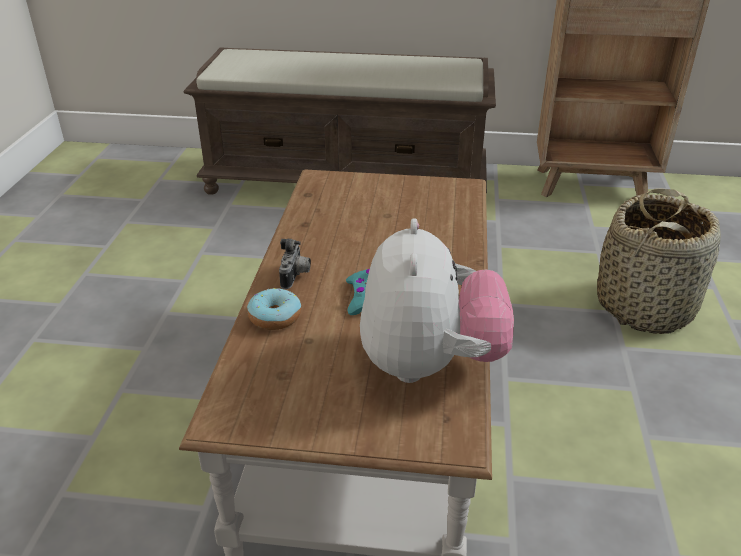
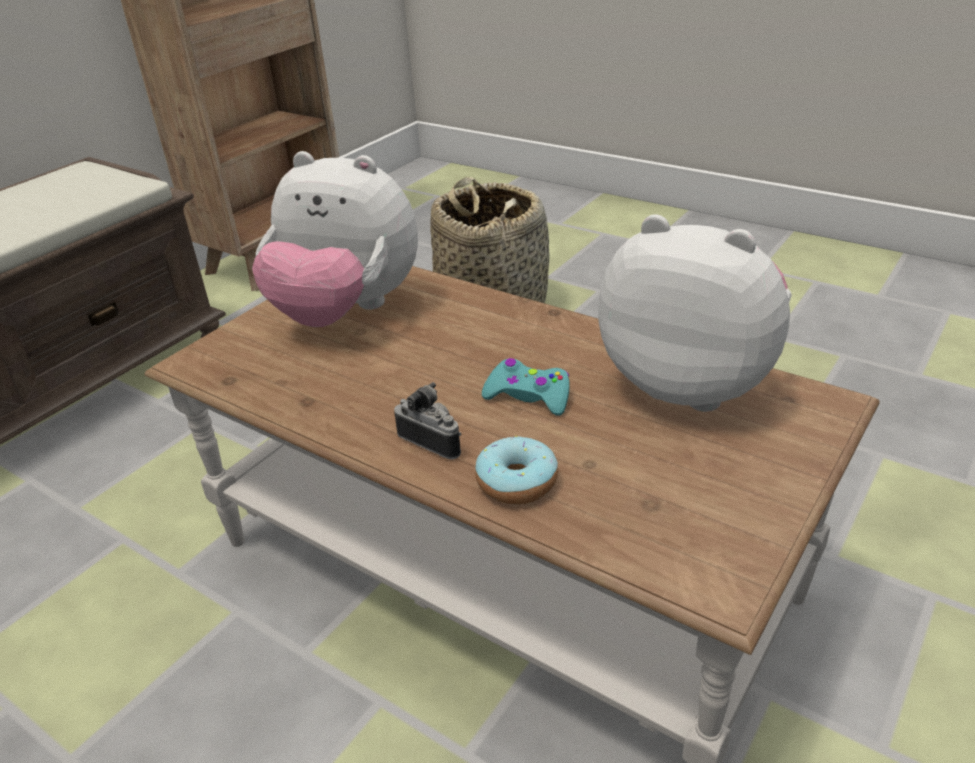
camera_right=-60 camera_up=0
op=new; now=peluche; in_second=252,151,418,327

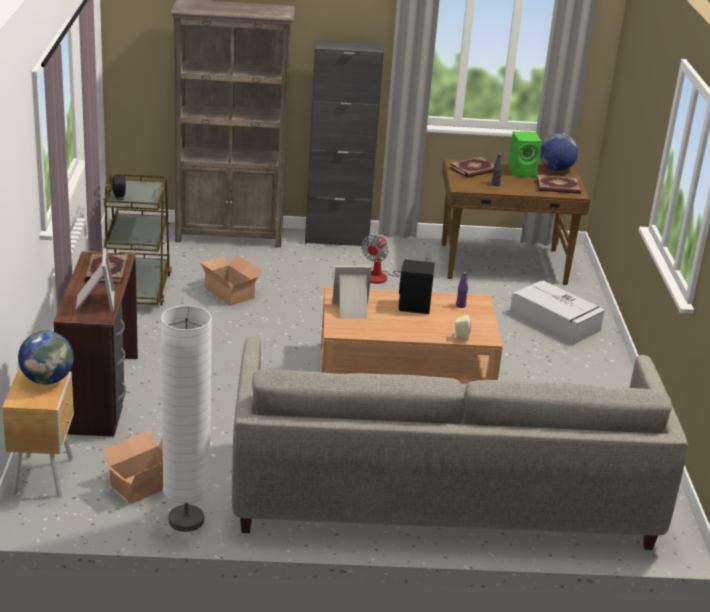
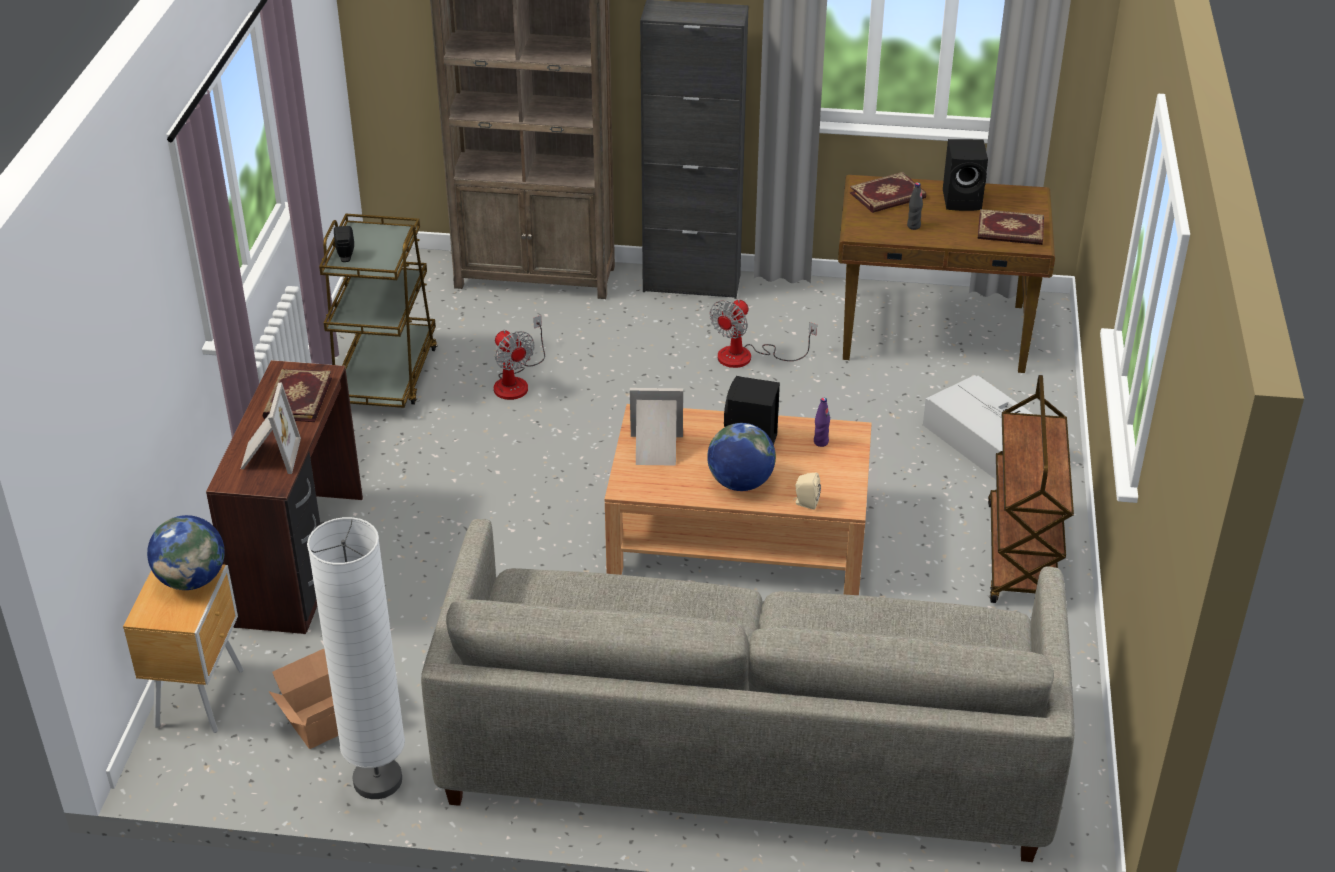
camera_right=10 camera_up=10
op=repainted; was=enceinte (vert); now=enceinte (noir); in_first=508,131,542,177; in_second=943,139,988,211
op=shifted; was=globe; in_first=540,133,578,171; in_second=707,423,776,491
op=swapped; was=carton; now=ventilateur; in_first=201,255,263,306; in_second=494,315,545,400
op=new; now=chariot (marron); in_second=988,375,1074,603

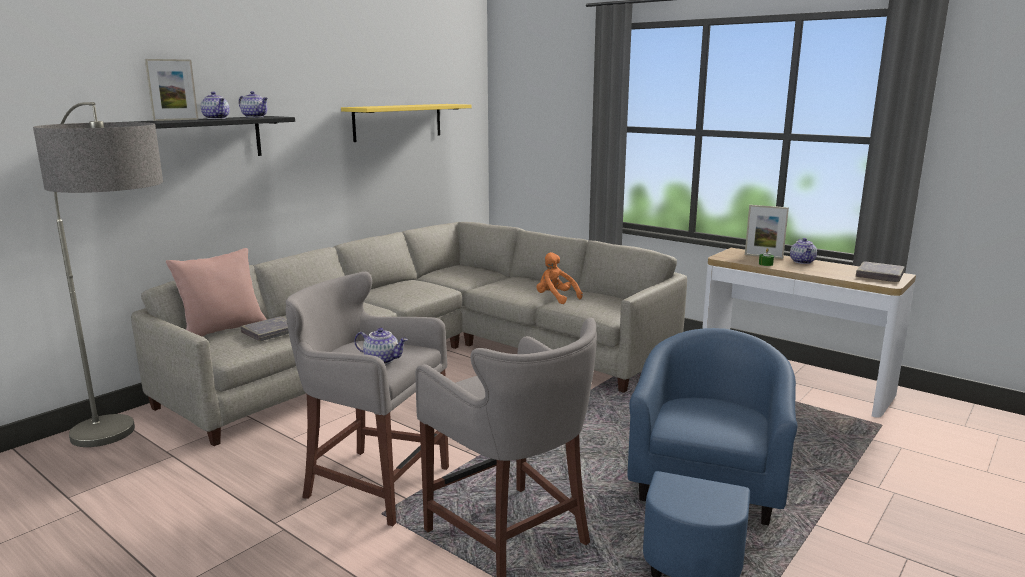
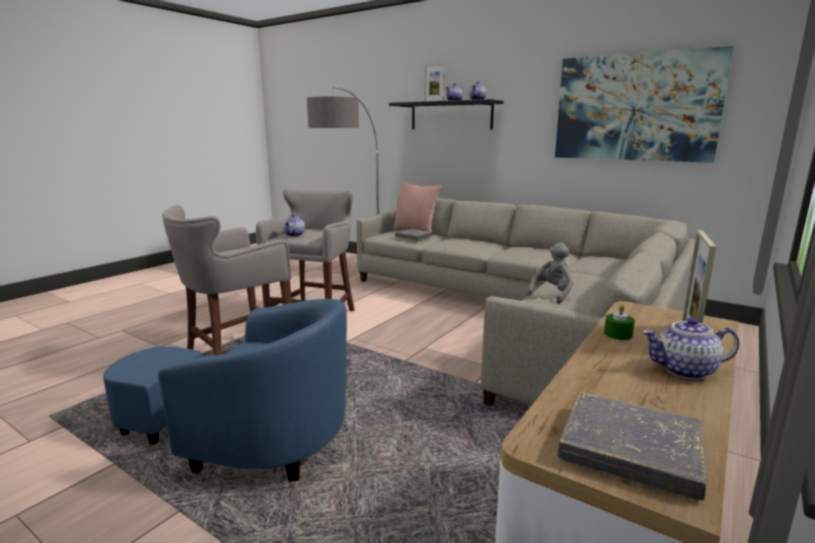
camera_right=85 camera_up=0
op=swapped; was=étagère (jaune); now=tableau; in_first=341,104,472,142; in_second=555,46,734,163
op=repainted; was=peluche (orange); now=peluche (gris); in_first=537,252,583,304; in_second=527,242,573,304

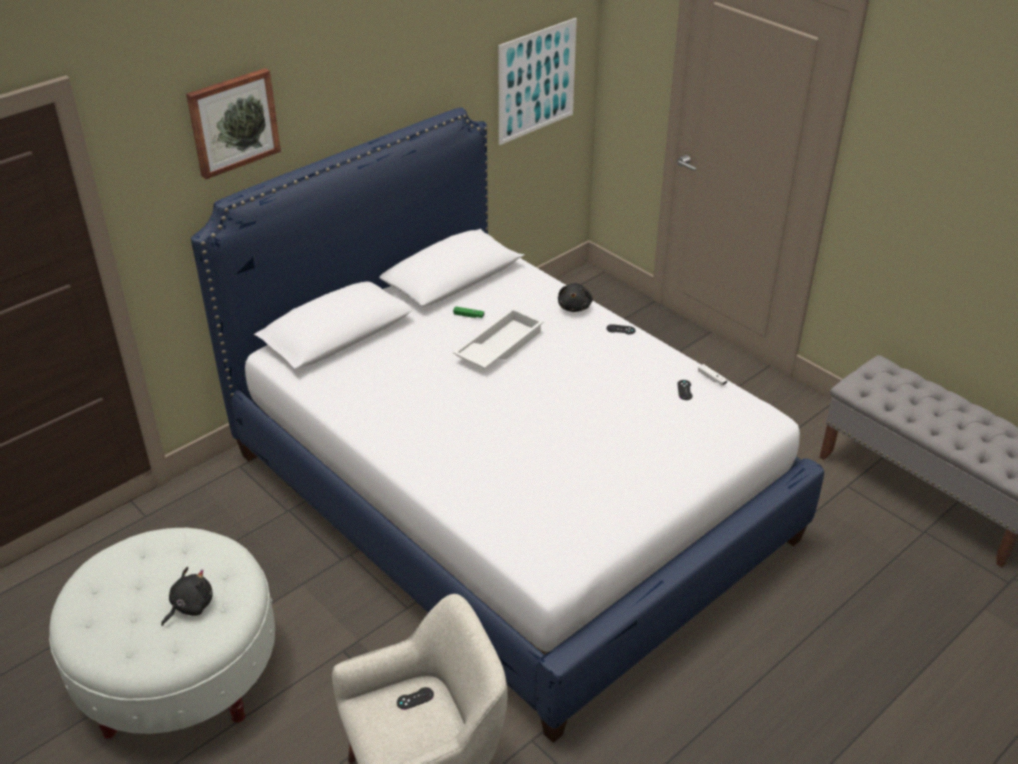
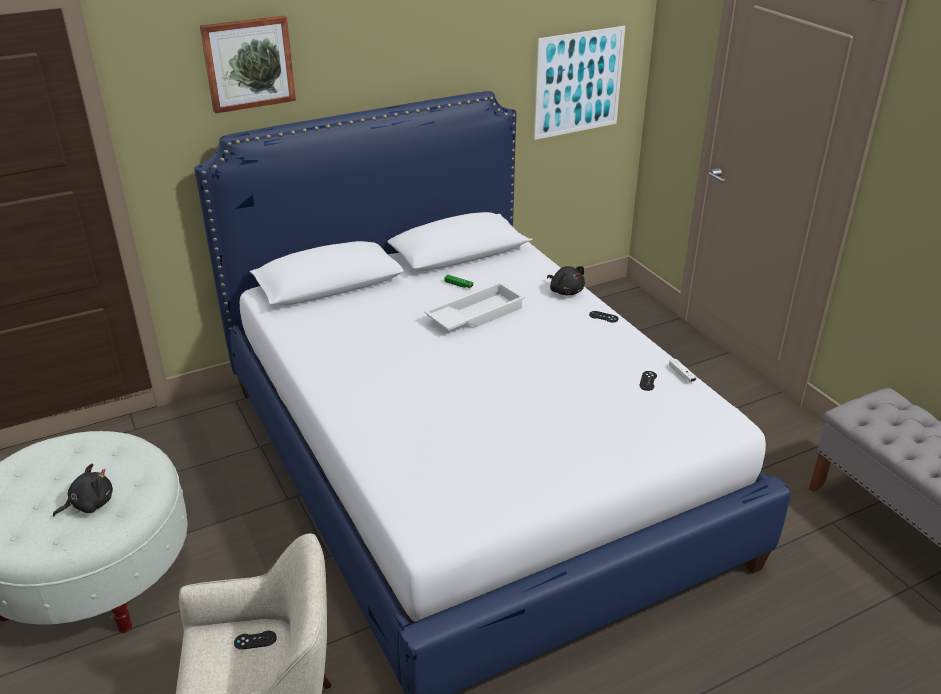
camera_right=15 camera_up=-5
op=rotated; was=peluche (noir); in_first=558,283,593,312; in_second=547,266,585,296; clockwise=-60

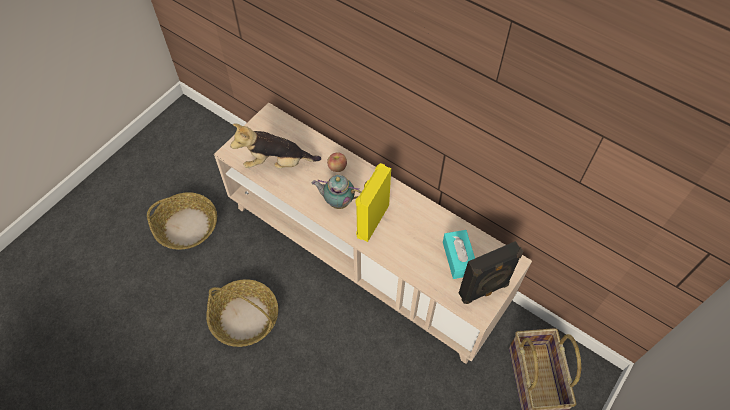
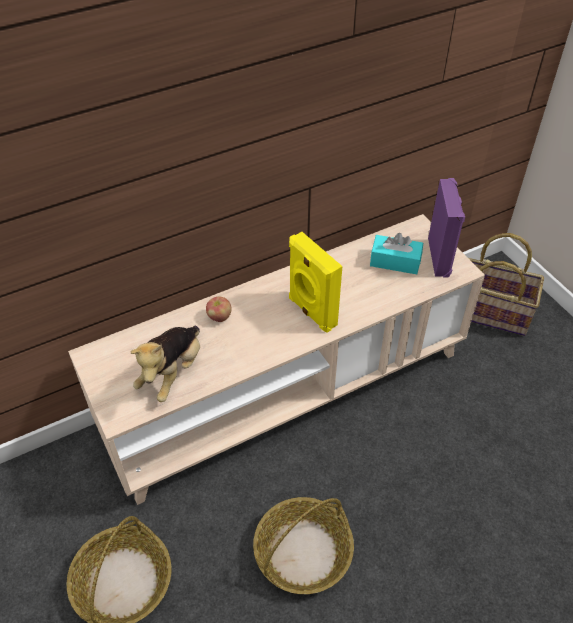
camera_right=-65 camera_up=-10
op=gone; was=théière; in_first=312,175,361,209
op=repainted; was=enceinte (noir); now=enceinte (violet); in_first=459,241,523,304; in_second=428,178,465,278

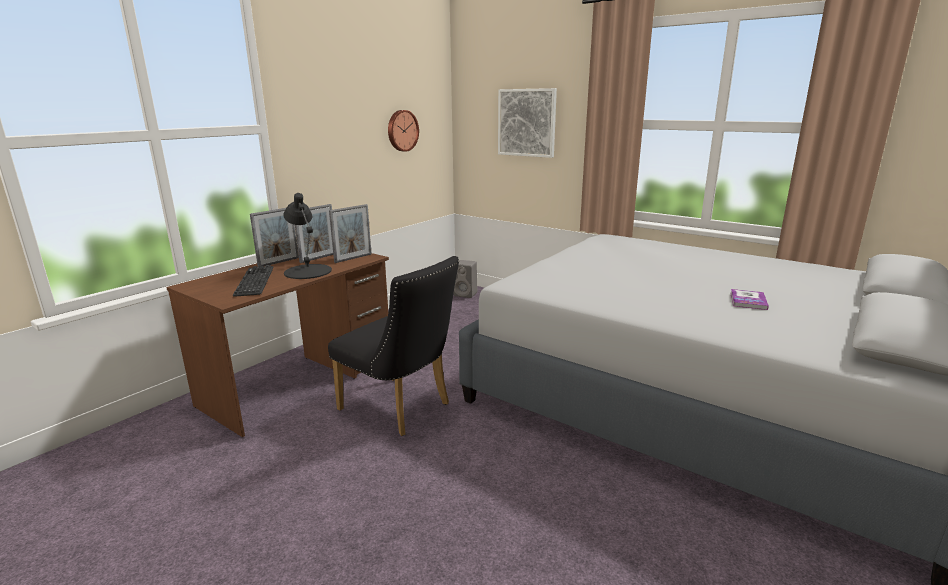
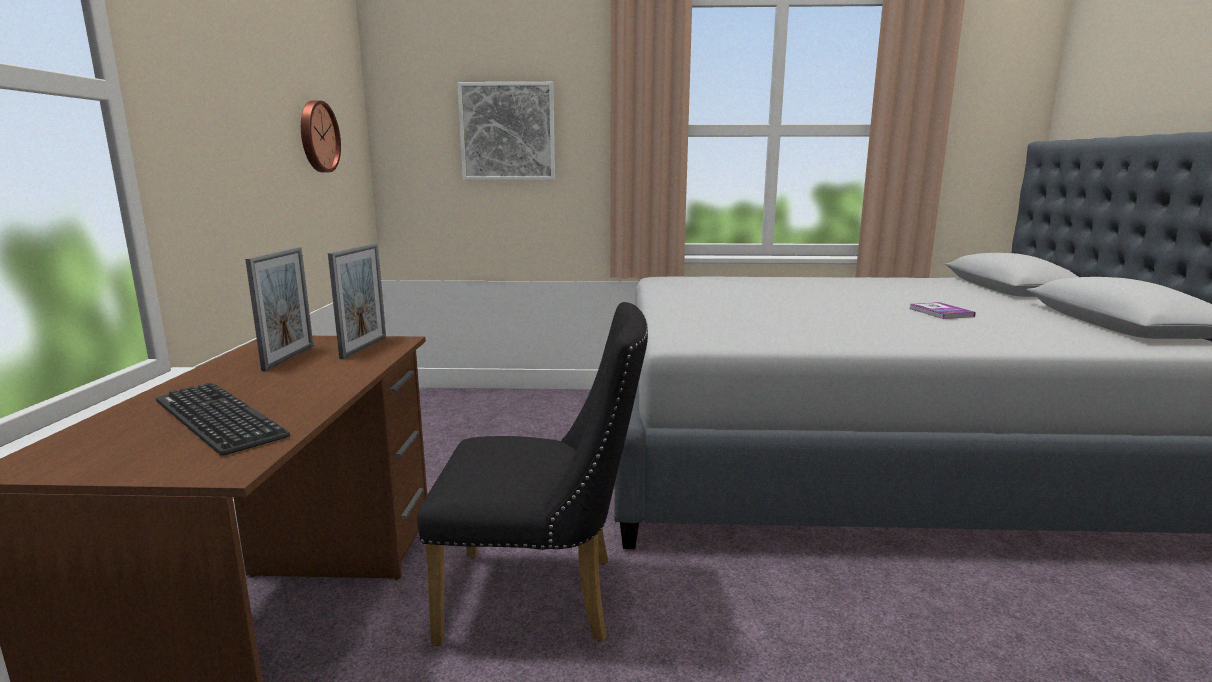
camera_right=-35 camera_up=-5
op=gone; was=lampe de table (noir); in_first=283,193,332,279
op=gone; was=cadre photo; in_first=250,208,299,266
op=gone; was=enceinte (gris); in_first=453,260,478,298

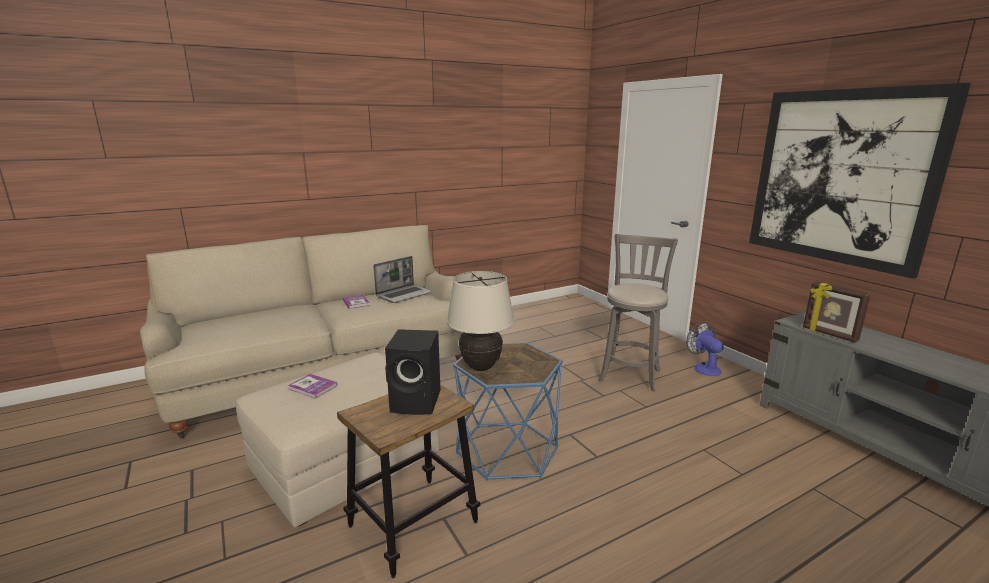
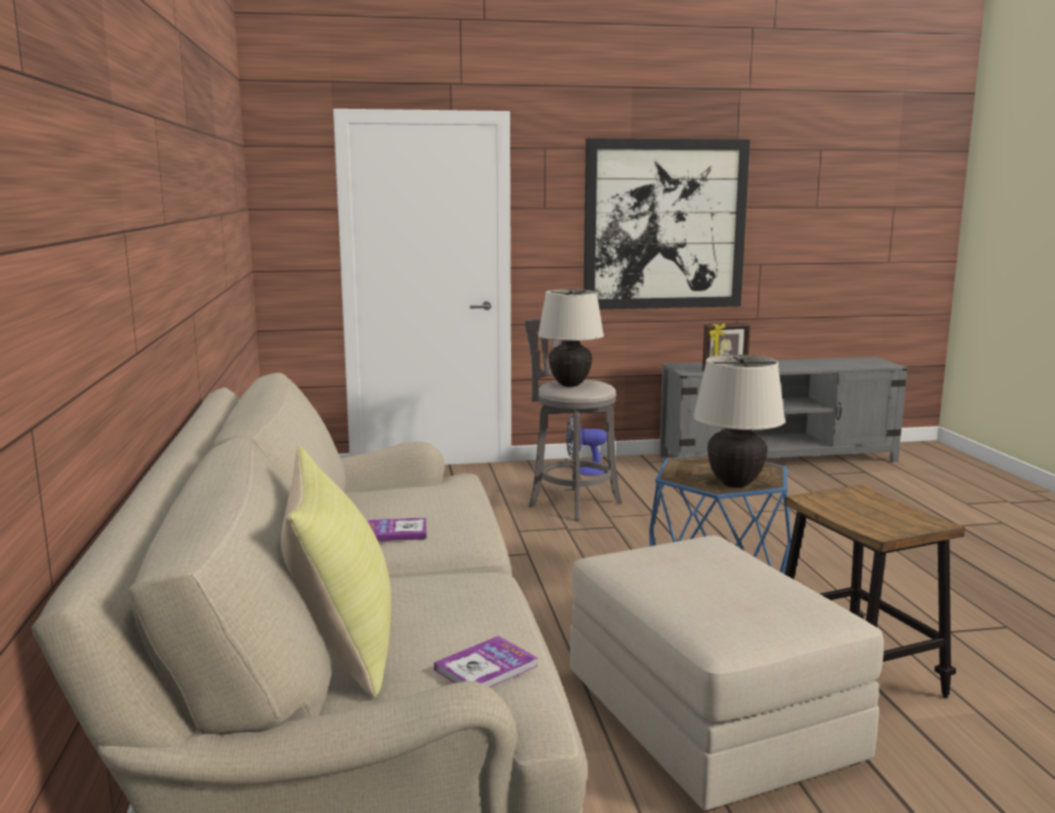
camera_right=-70 camera_up=-5
op=gone; was=ordinateur portable; in_first=373,256,433,303
op=gone; was=enceinte (noir); in_first=385,329,440,415
op=shifted; was=livre; in_first=288,374,338,399; in_second=434,636,538,688
op=new; now=lampe de table (beige); in_second=538,289,604,387
op=new; now=coussin (jaune); in_second=281,447,391,697

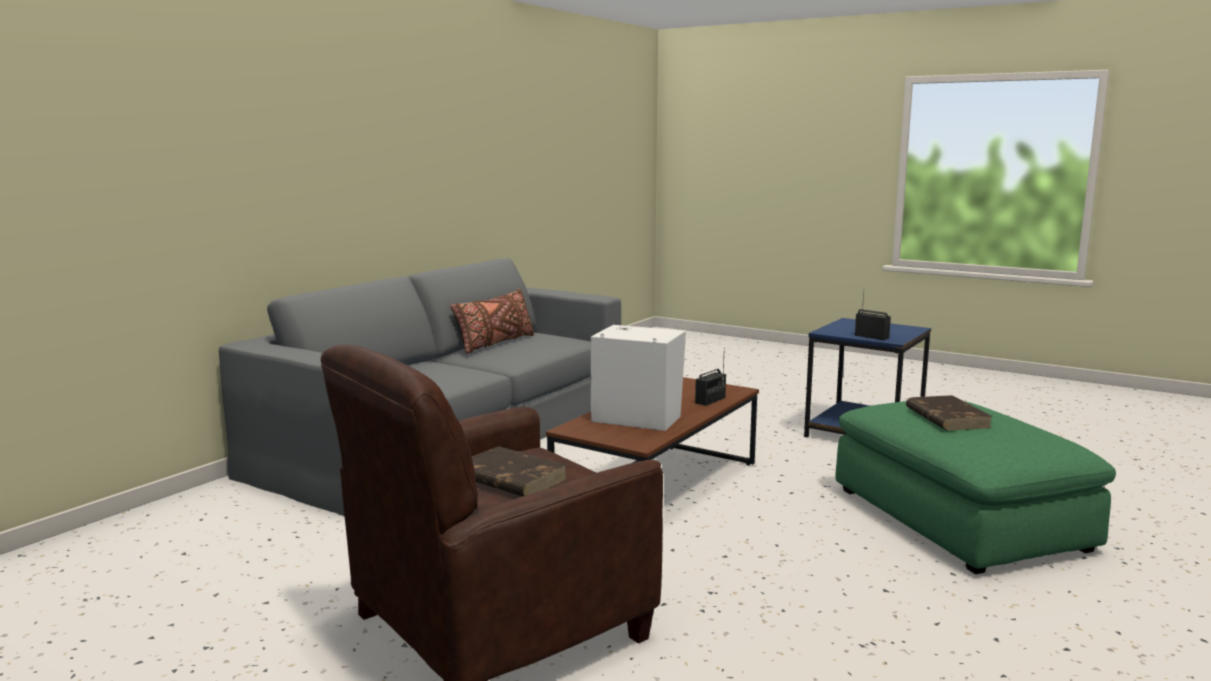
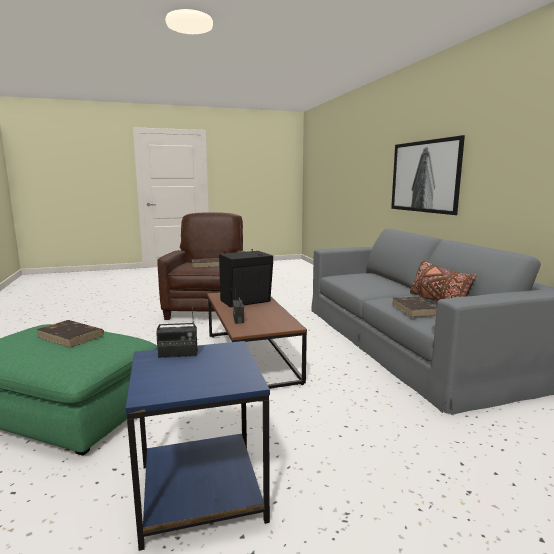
camera_right=130 camera_up=0
op=repainted; was=enceinte (blanc); now=enceinte (noir); in_first=591,325,686,431; in_second=219,249,273,307
op=new; now=tableau; in_second=391,135,465,215
op=new; now=livre (marron); in_second=392,297,437,317

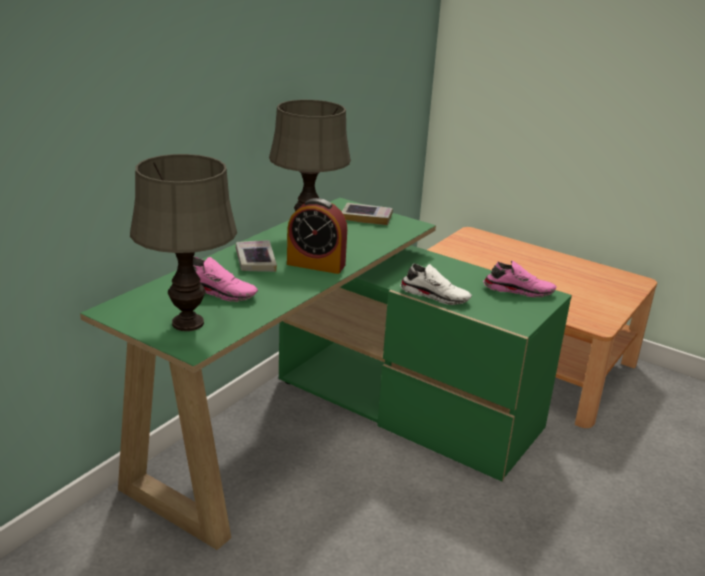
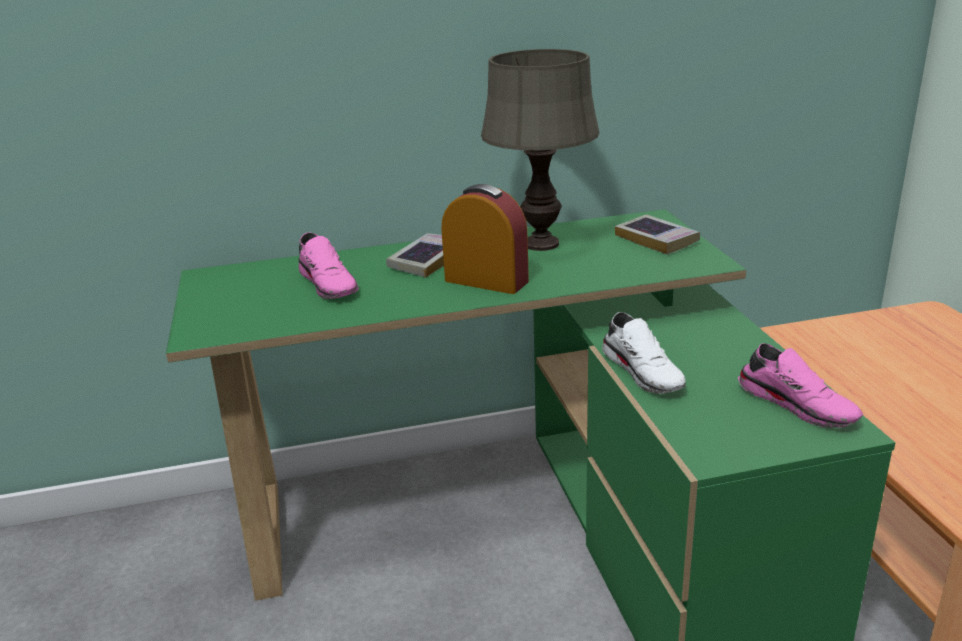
camera_right=45 camera_up=0
op=gone; was=lampe de table (gris); in_first=130,154,237,331
op=rotated; was=réveil; in_first=287,198,347,274; in_second=441,184,529,294; clockwise=150

